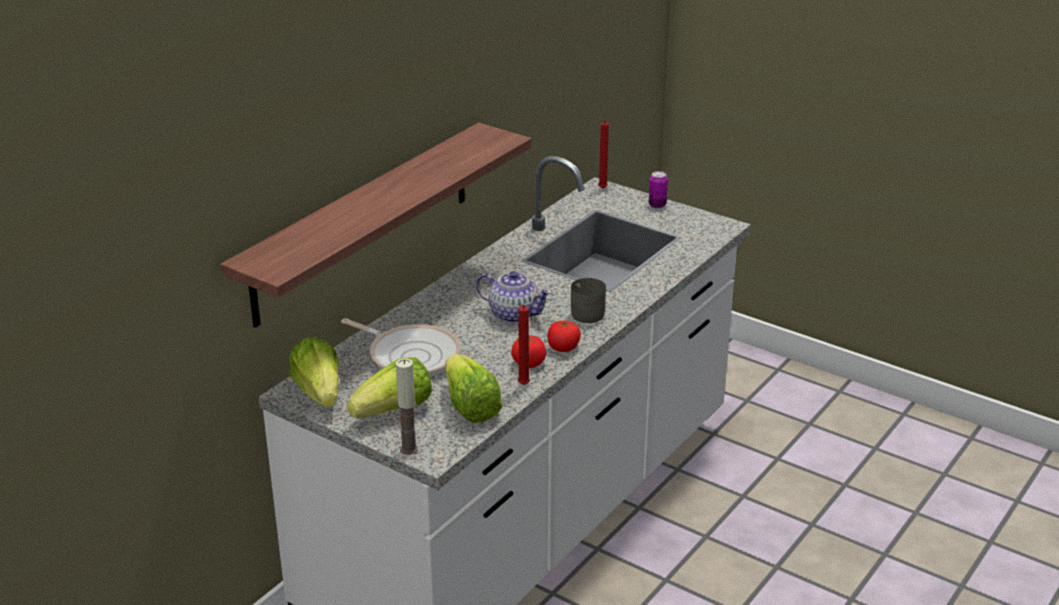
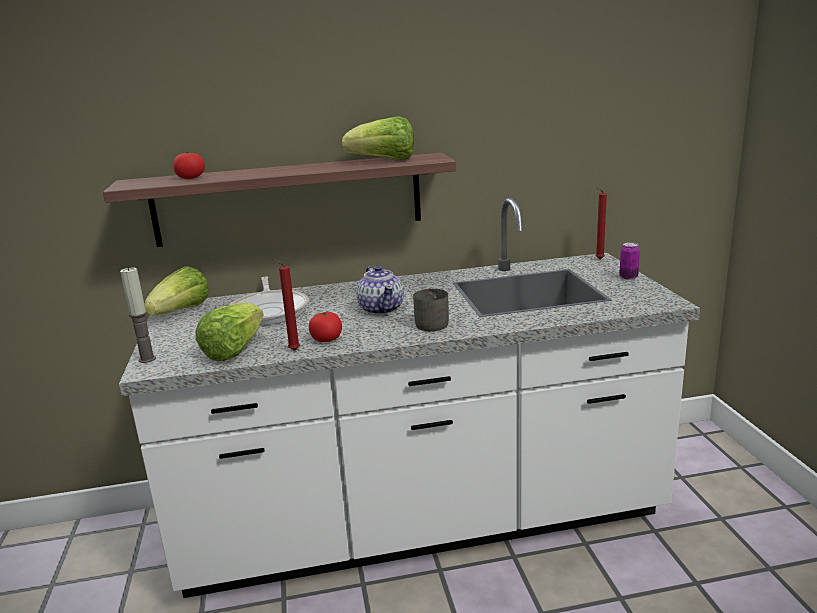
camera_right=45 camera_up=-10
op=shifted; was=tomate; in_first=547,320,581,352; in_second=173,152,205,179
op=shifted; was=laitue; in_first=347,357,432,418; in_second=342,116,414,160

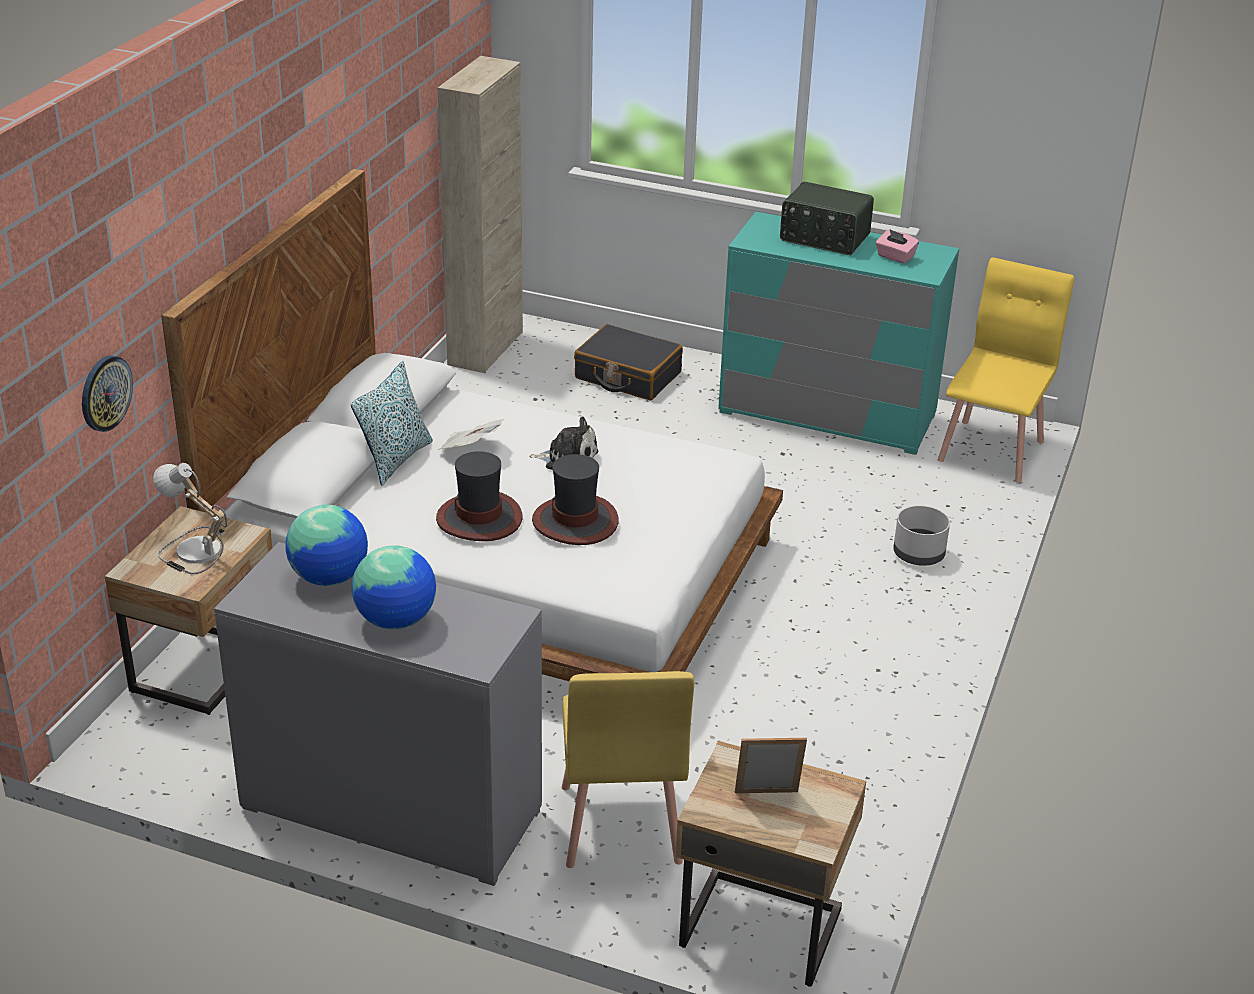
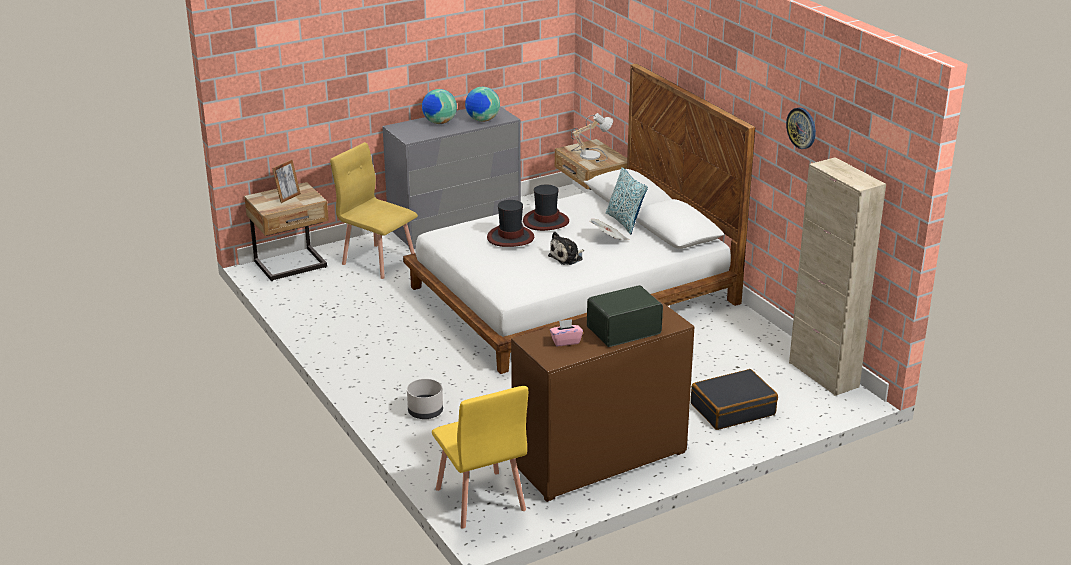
camera_right=130 camera_up=-5
op=repainted; was=commode (turquoise); now=commode (marron); in_first=719,212,959,455; in_second=511,296,695,502
op=shifted; was=horloge murale; in_first=82,356,133,432; in_second=786,107,816,149

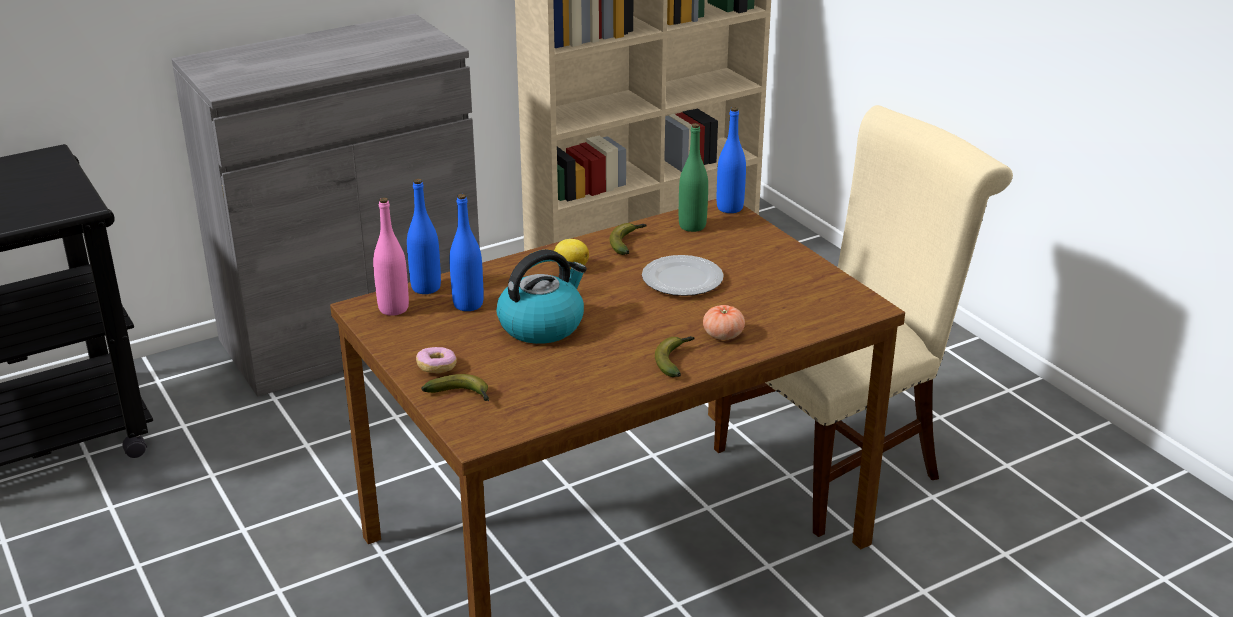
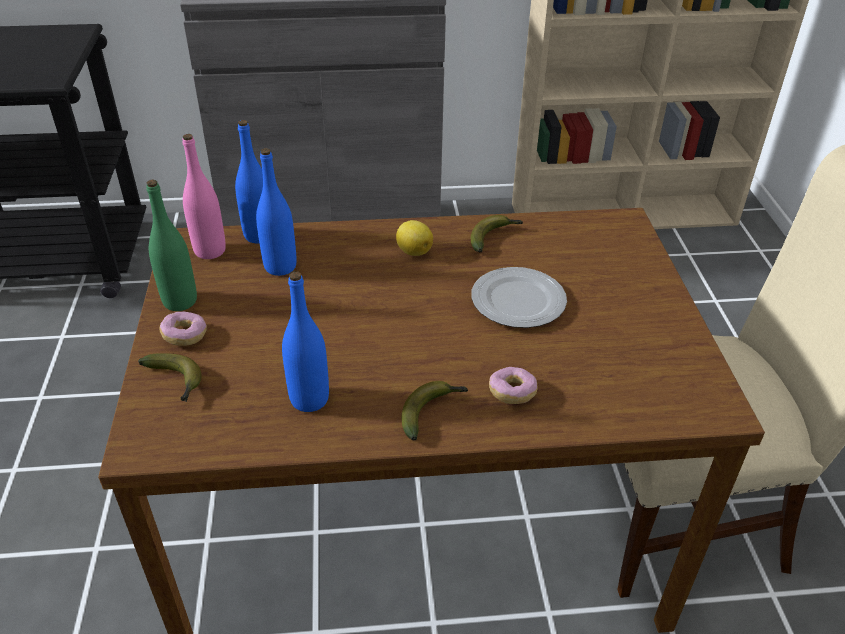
camera_right=25 camera_up=10
op=shifted; was=bouteille (bleu); in_first=717,107,746,213; in_second=282,271,329,412
op=shifted; was=bouteille (vert); in_first=679,123,708,232; in_second=146,180,197,311
op=gone; was=bouilloire; in_first=497,249,587,344
op=swapped; was=tomate; now=beignet; in_first=703,305,745,340; in_second=489,367,538,404

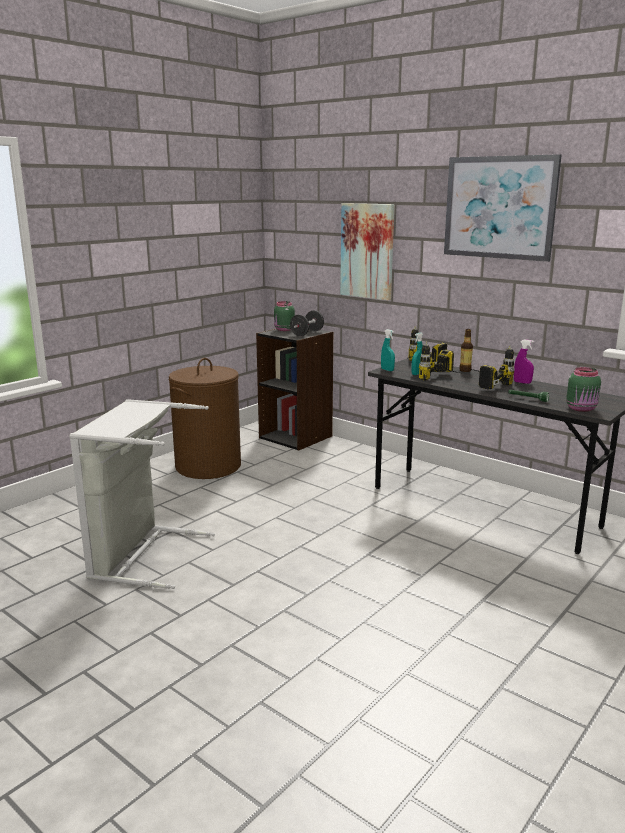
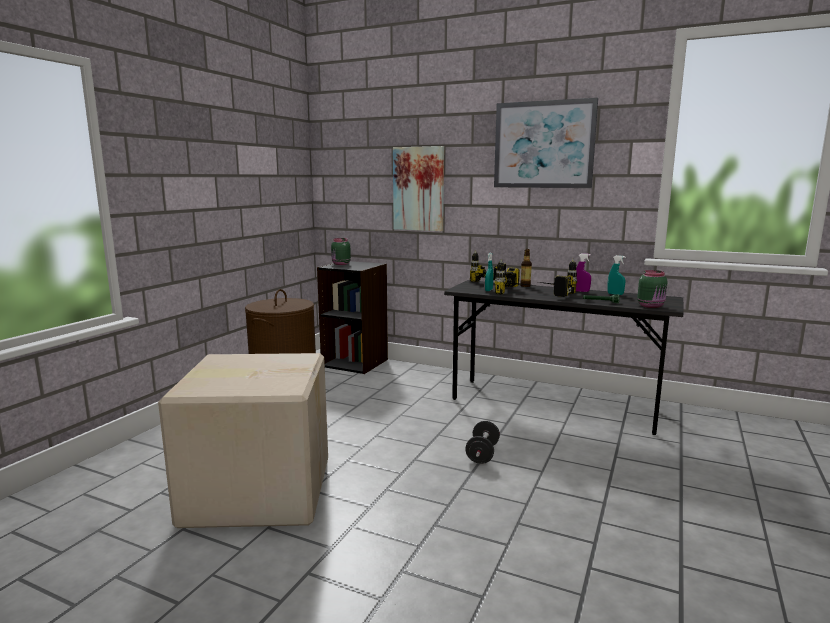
camera_right=-15 camera_up=-5
op=shifted; was=haltère (noir); in_first=290,310,324,336; in_second=465,421,500,464
op=shifted; was=vaporisateur (turquoise); in_first=381,329,395,371; in_second=607,255,625,295
op=swapped; was=panier à linge (gris); now=carton; in_first=69,399,215,589; in_second=158,353,328,528

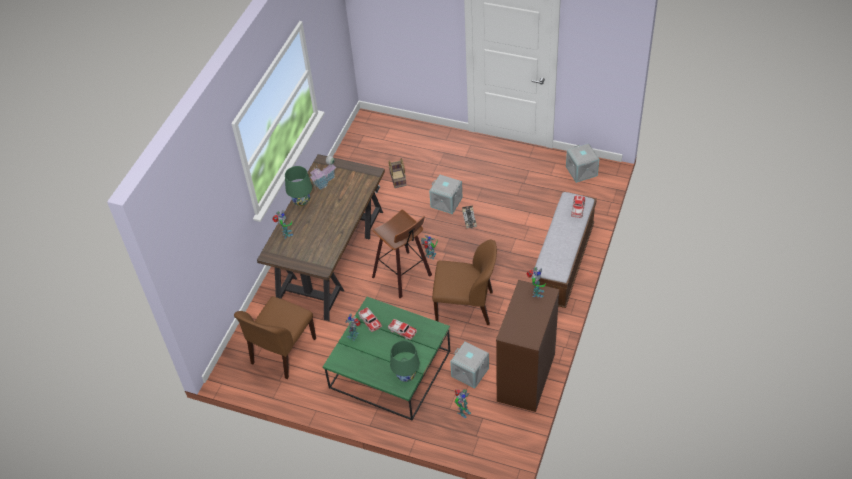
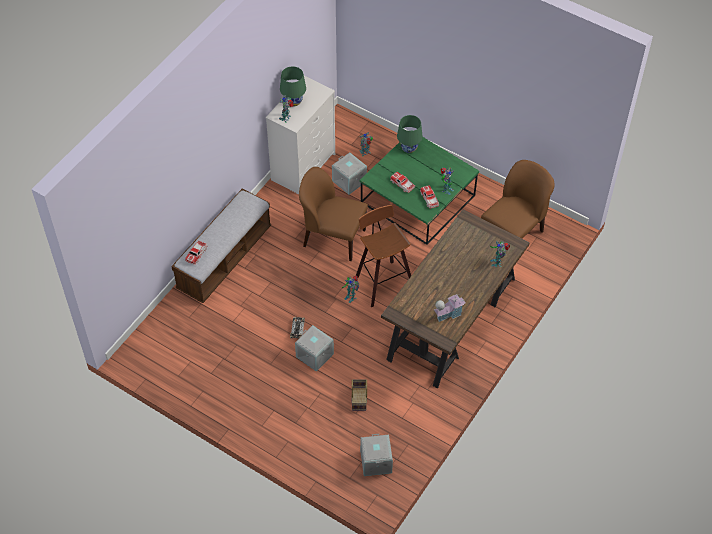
camera_right=-170 camera_up=5
op=shifted; was=boîte de rangement (gris); in_first=566,144,599,183; in_second=360,434,393,476
op=shifted; was=lampe de table (vert); in_first=285,166,312,206; in_second=280,67,306,106
op=repainted; was=commode (marron); now=commode (blanc); in_first=496,280,560,412; in_second=266,76,335,194

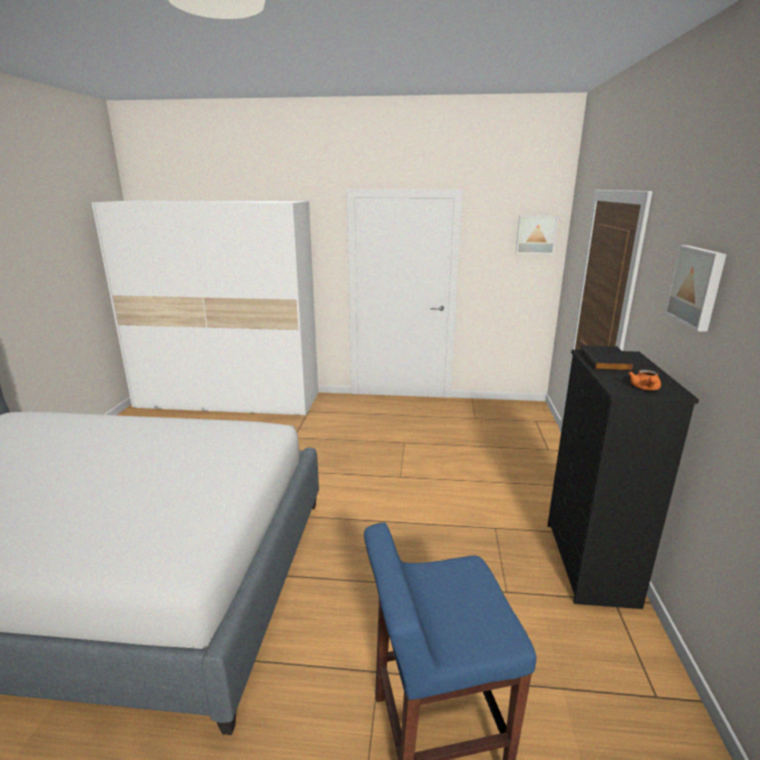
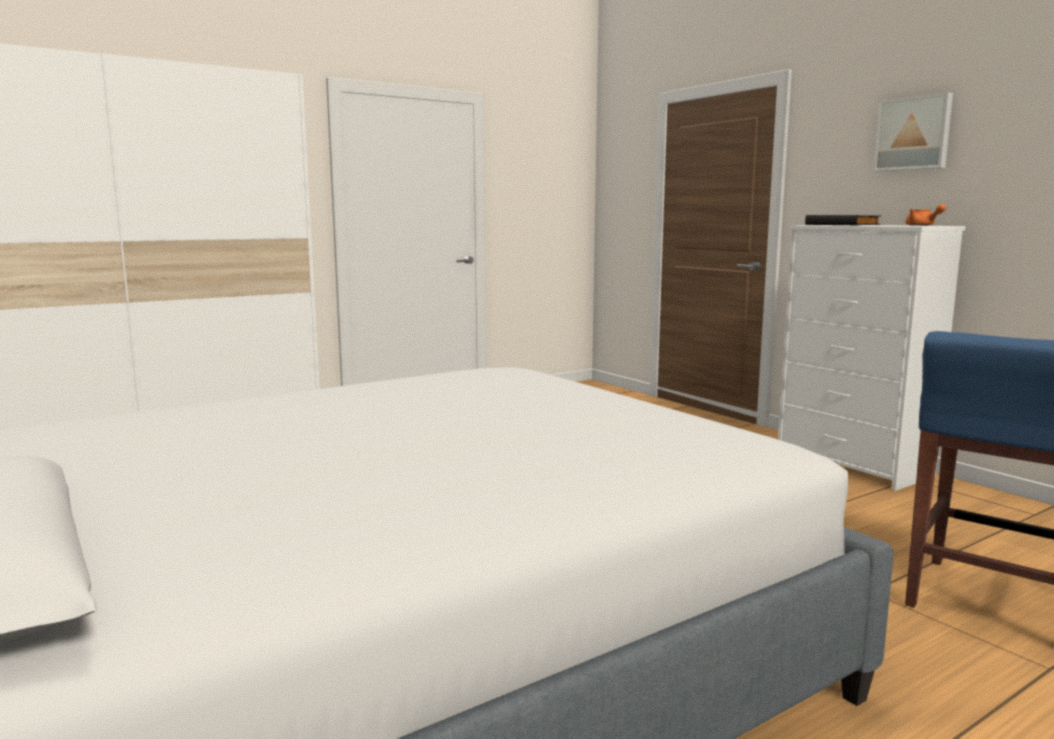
camera_right=-40 camera_up=-10
op=gone; was=tableau; in_first=516,215,558,254
op=repainted; was=commode (noir); now=commode (blanc); in_first=548,350,699,609; in_second=778,225,966,491

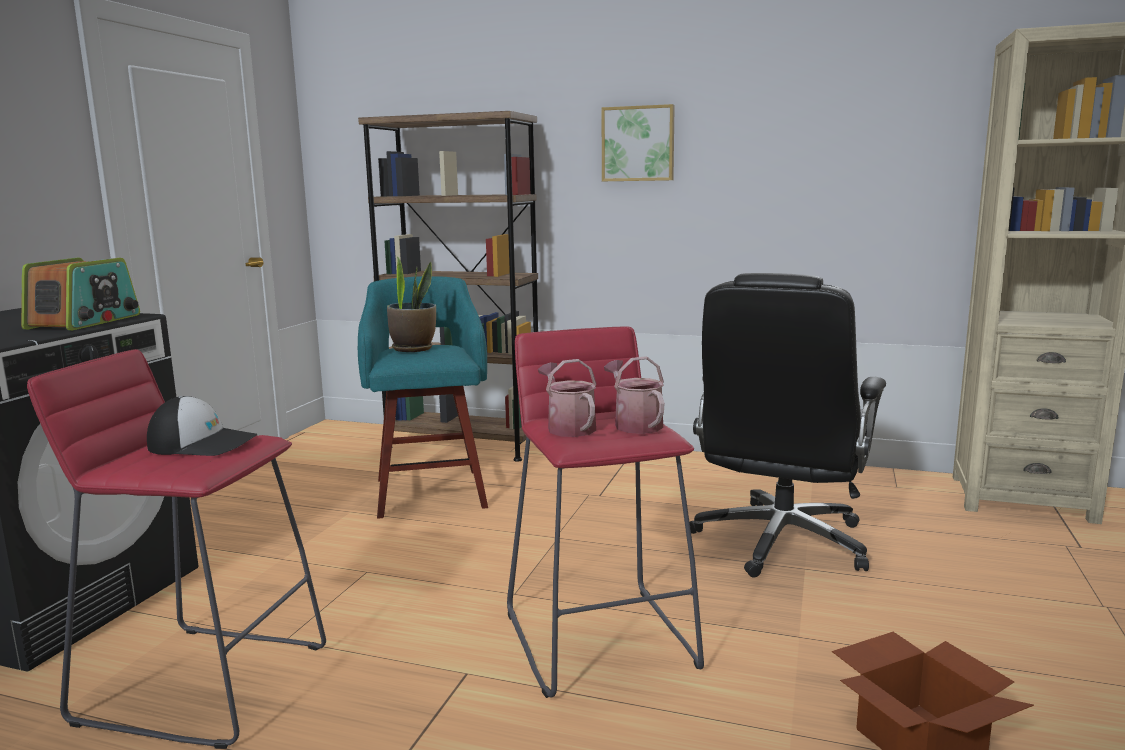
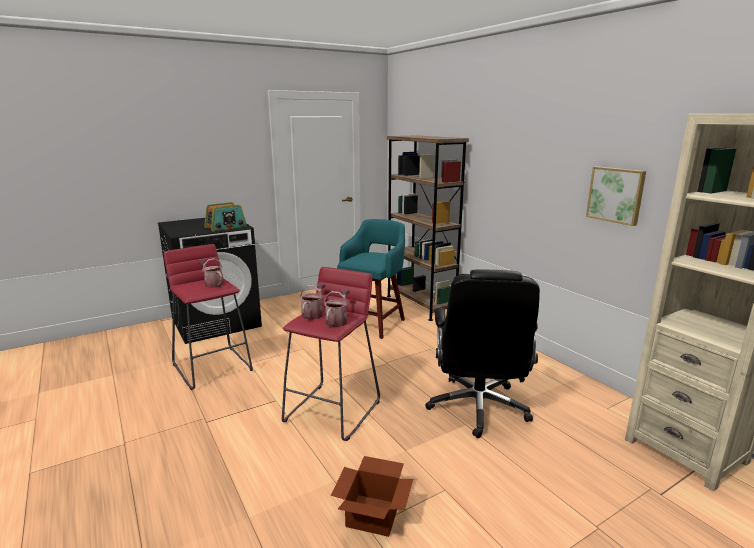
camera_right=40 camera_up=5
op=shifted; was=tableau; in_first=601,104,675,181; in_second=586,166,646,226
op=gone; was=plante en pot; in_first=387,256,436,352
op=rotated; was=chaise de bureau (noir); in_first=690,273,886,577; in_second=425,270,540,438; clockwise=-60
op=swapped; was=casquette; now=arrosoir; in_first=147,396,257,456; in_second=198,258,224,288

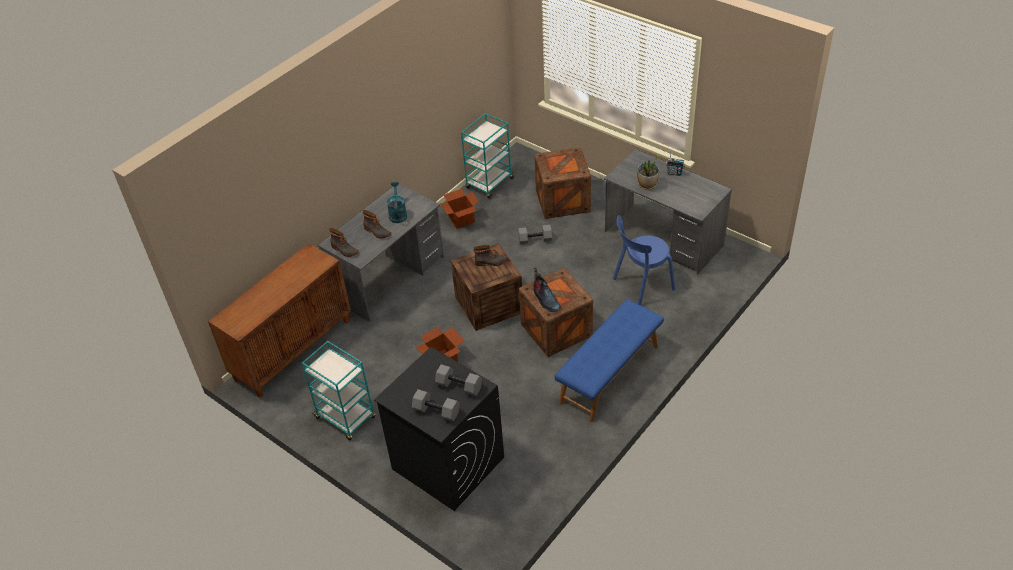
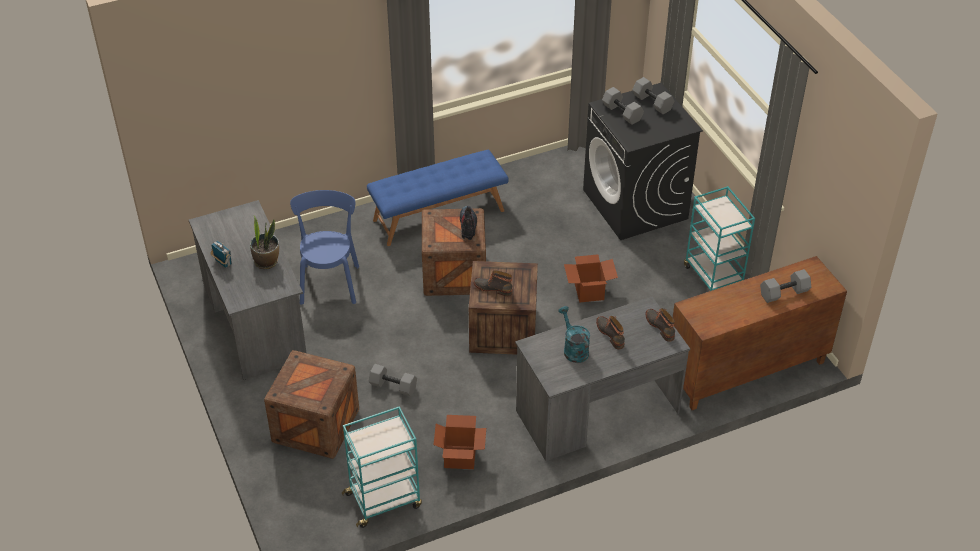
camera_right=-155 camera_up=0
op=rotated; was=arrosoir (turquoise); in_first=387,181,407,223; in_second=558,306,590,363; clockwise=135
op=rotated; was=chaise (bleu); in_first=613,215,675,305; in_second=290,190,359,305; clockwise=-90
op=new; now=haltère (gris); in_second=760,269,811,303

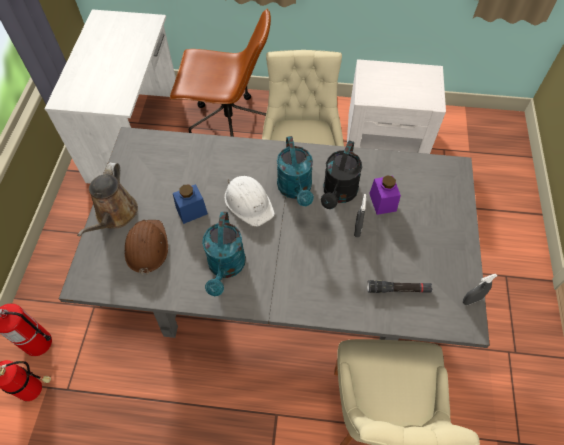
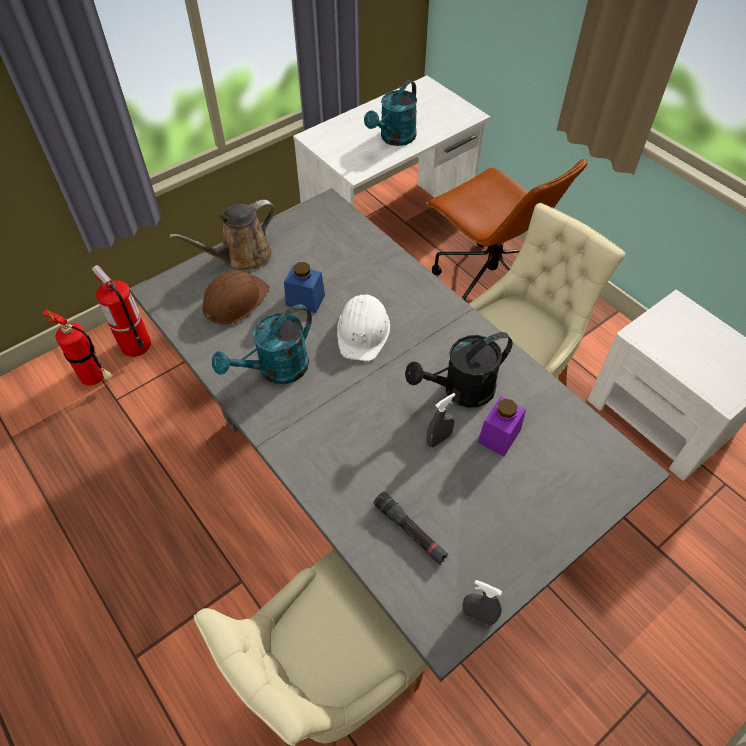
camera_right=45 camera_up=-5
op=shifted; was=arrosoir (turquoise); in_first=277,136,314,206; in_second=364,80,417,146

